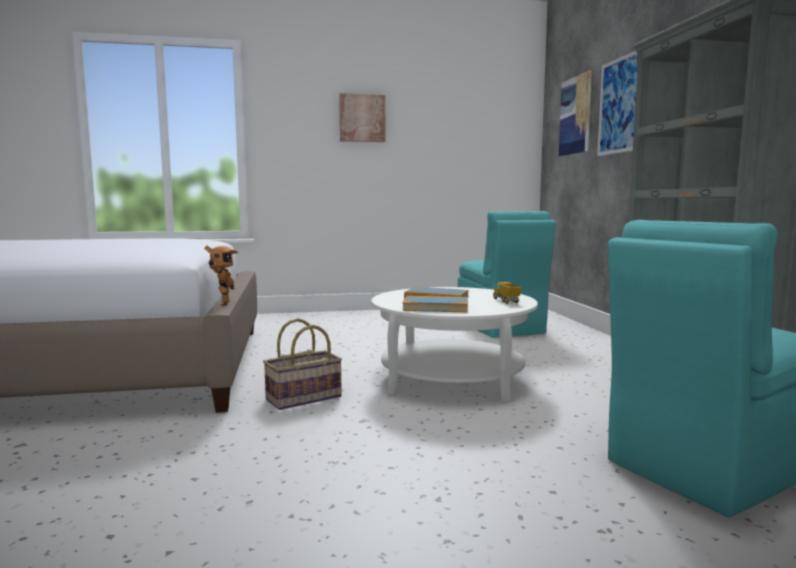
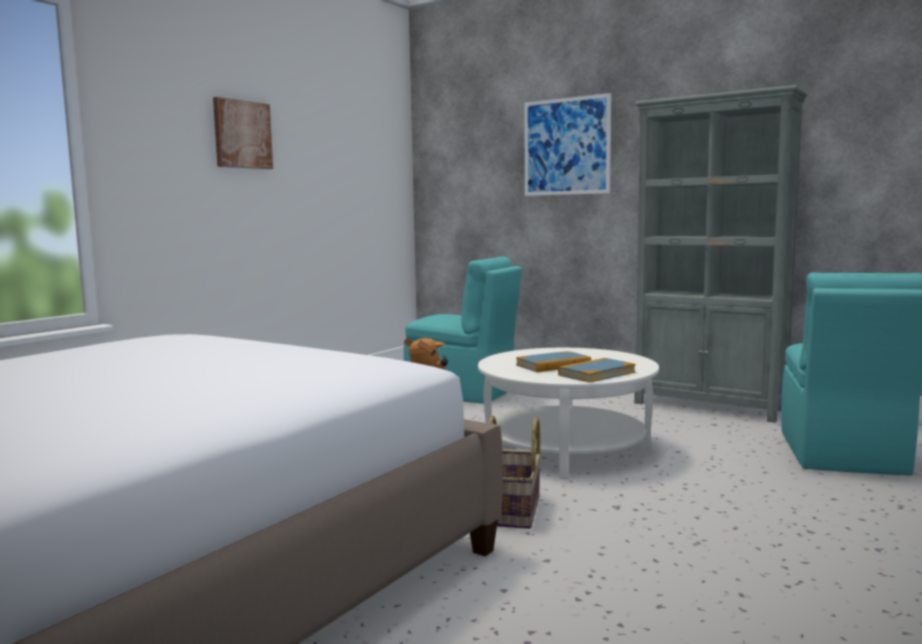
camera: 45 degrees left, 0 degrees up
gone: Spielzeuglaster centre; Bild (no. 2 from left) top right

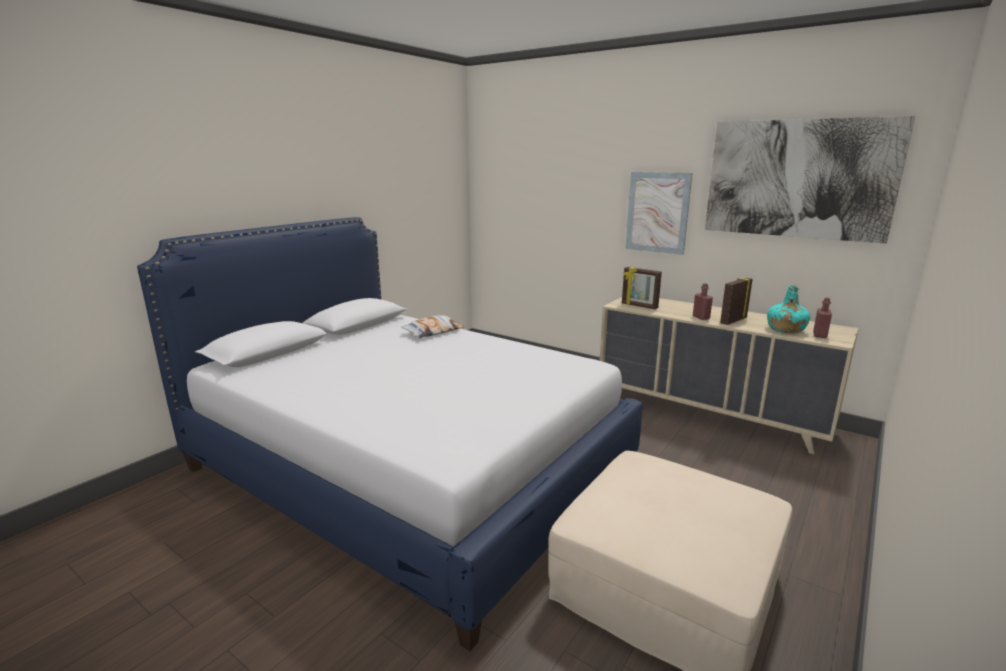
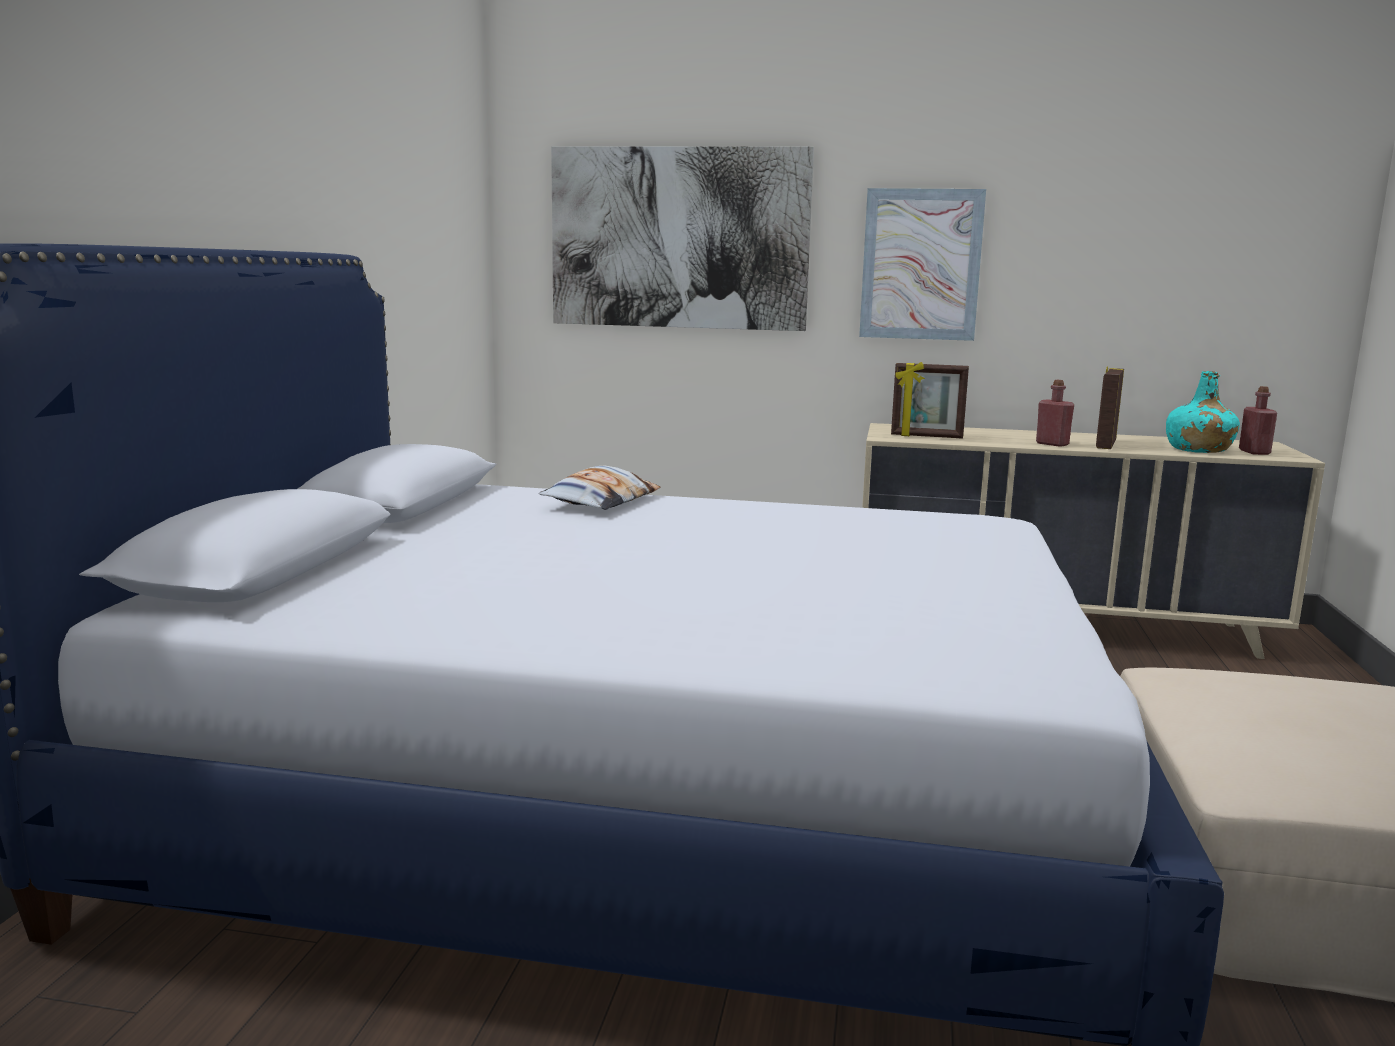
camera: 25 degrees left, 5 degrees down
shifted: Bild (no. 2 from left in the first image) top right to Bild (no. 1 from left) top centre

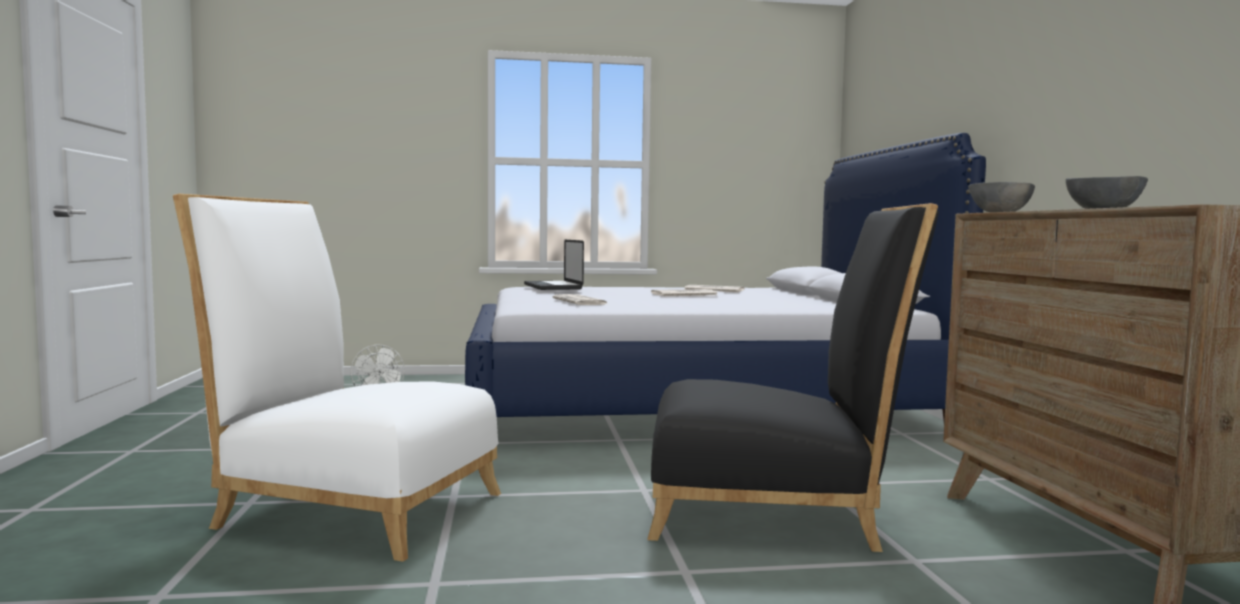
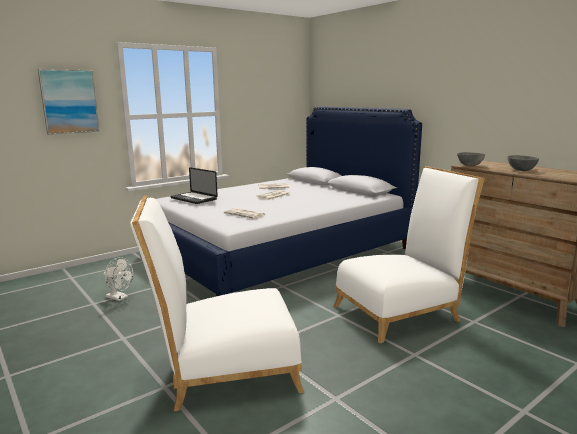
camera: 30 degrees left, 10 degrees up
new: Bild top left
repainted: Stuhl [schwarz] centre to Stuhl [weiß] (no. 2 from left) middle right

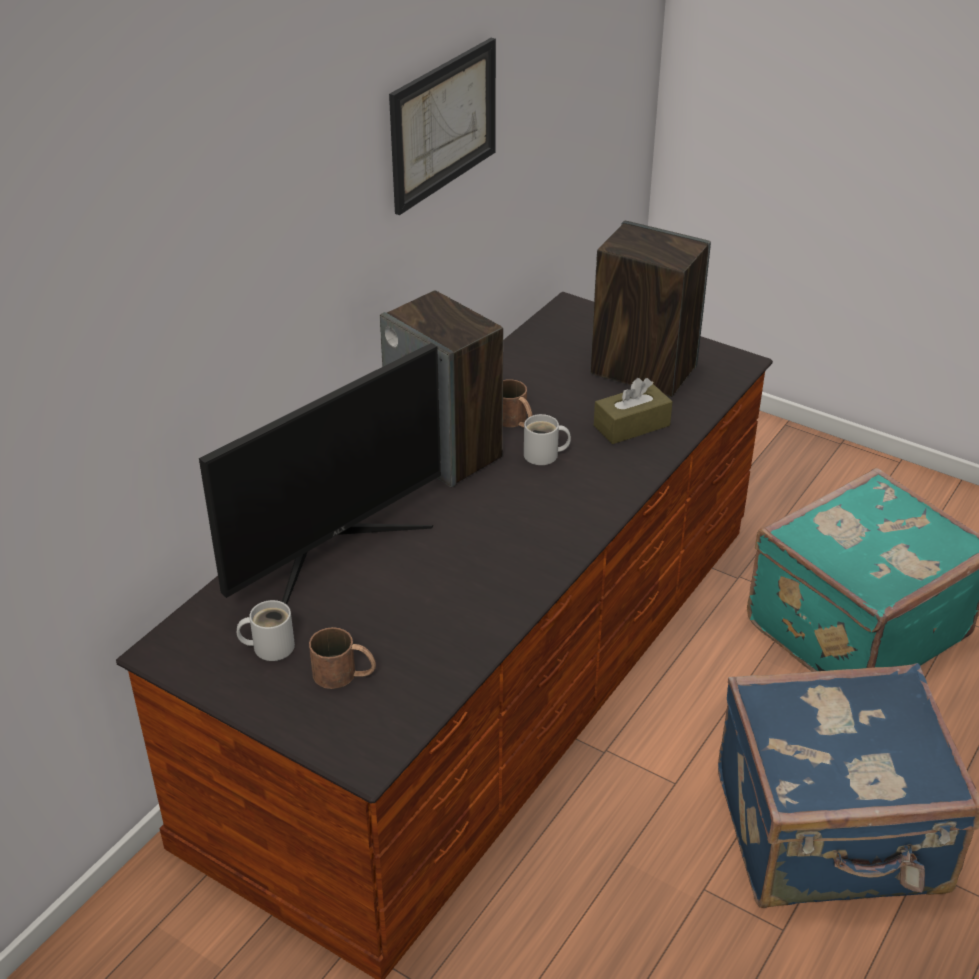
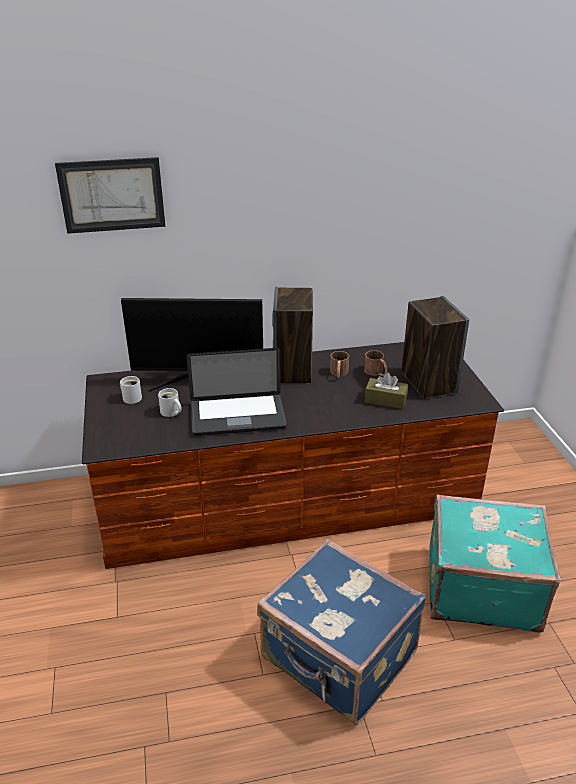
camera: 45 degrees right, 5 degrees down
new: Laptop centre
shifted: Henkelbecher [braun] (no. 1 from left in the first image) bottom centre to Henkelbecher [braun] (no. 2 from left) centre; Bild top centre to top left; Henkelbecher [weiß] (no. 2 from left) centre to middle left

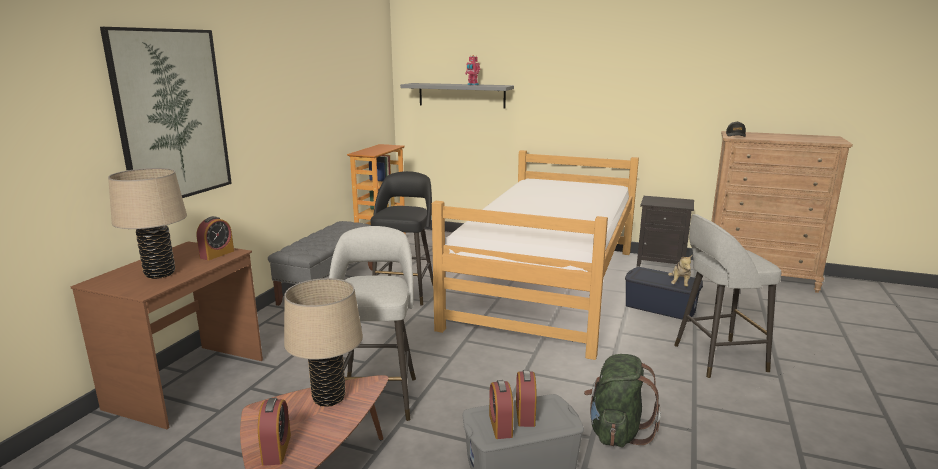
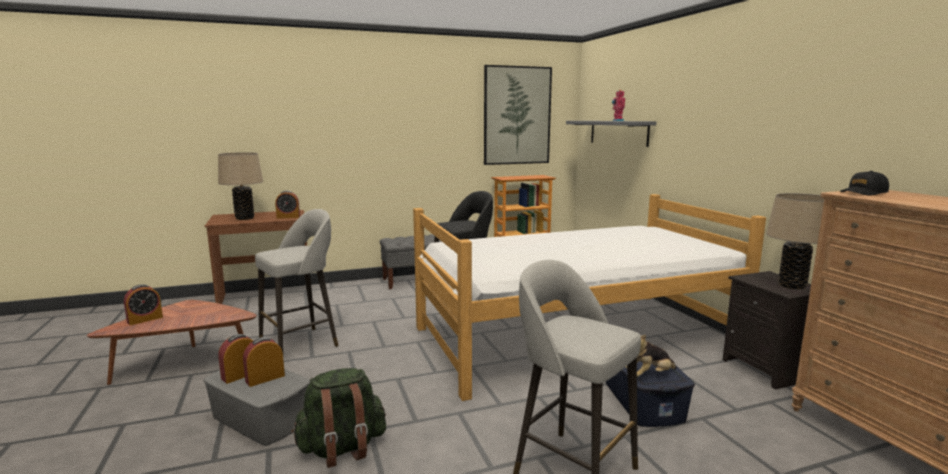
camera: 50 degrees right, 5 degrees down
shifted: Bild top left to top centre; Tischlampe [beige] (no. 2 from left) bottom centre to middle right

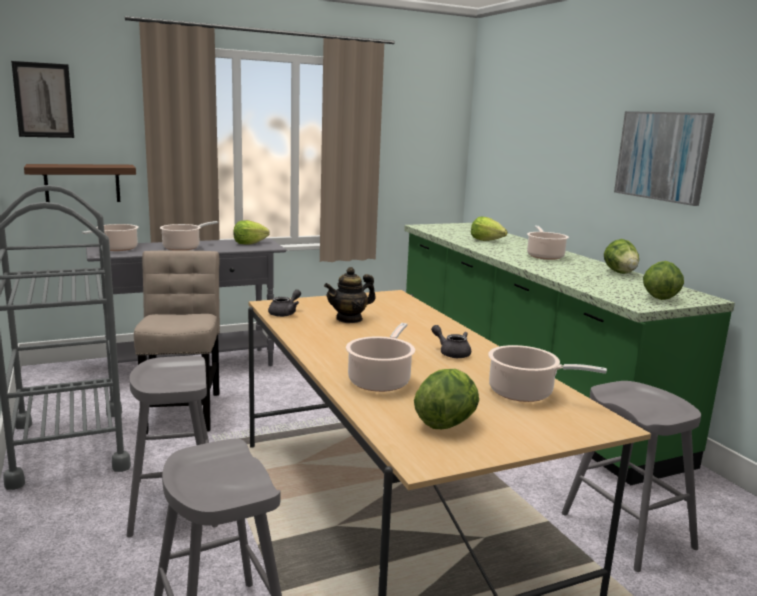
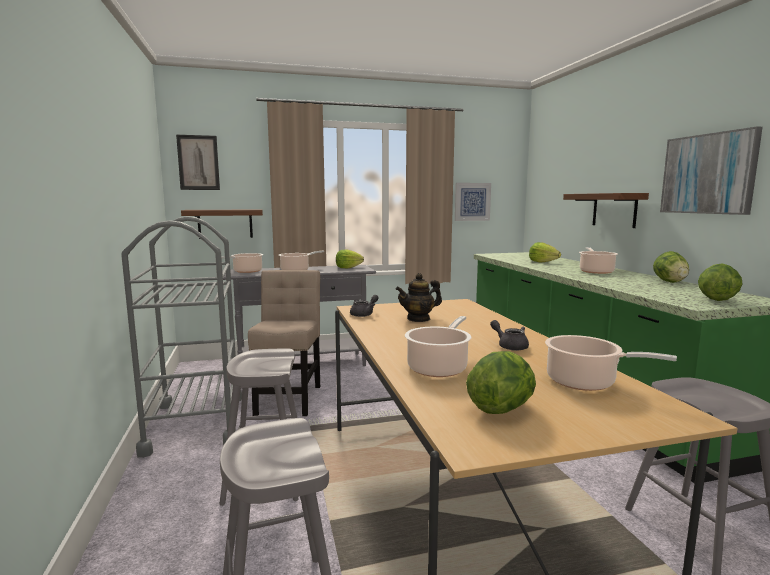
camera: 10 degrees right, 5 degrees down
new: Bild (no. 2 from left) centre; Wandregal (no. 2 from left) middle right

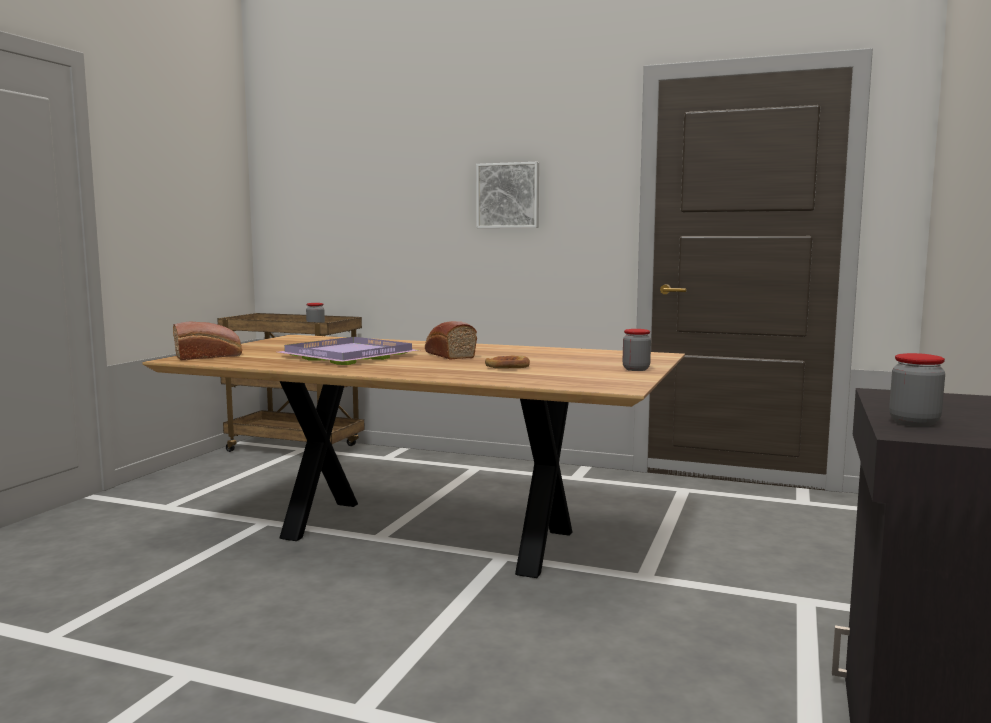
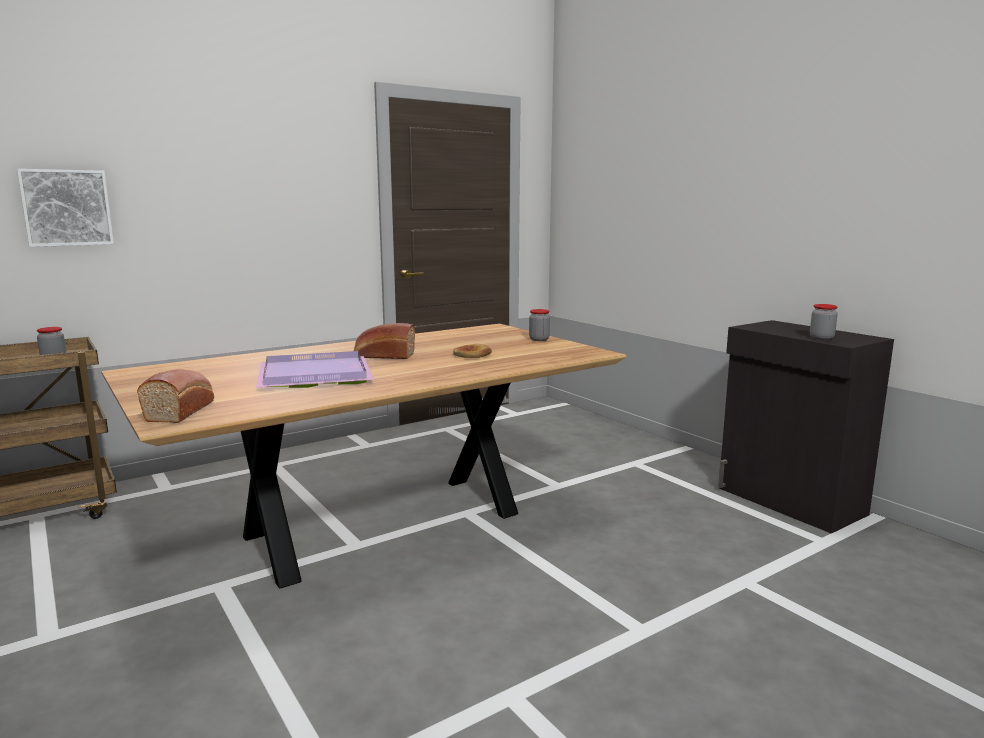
camera: 55 degrees left, 5 degrees up
shifted: Bild top centre to top left

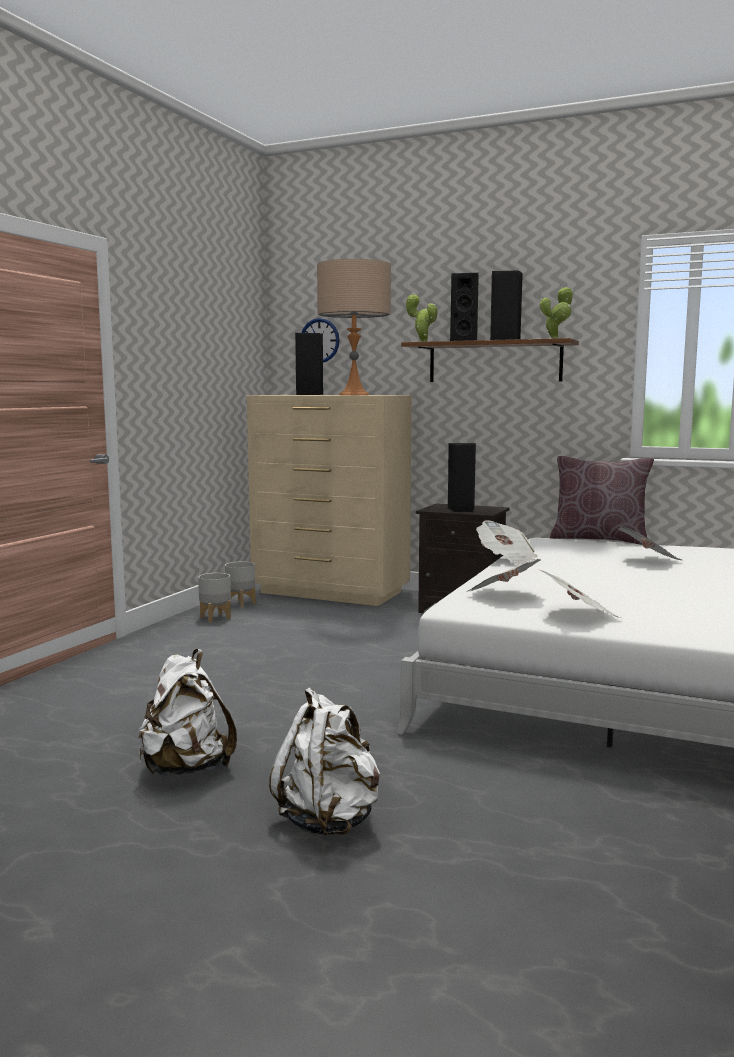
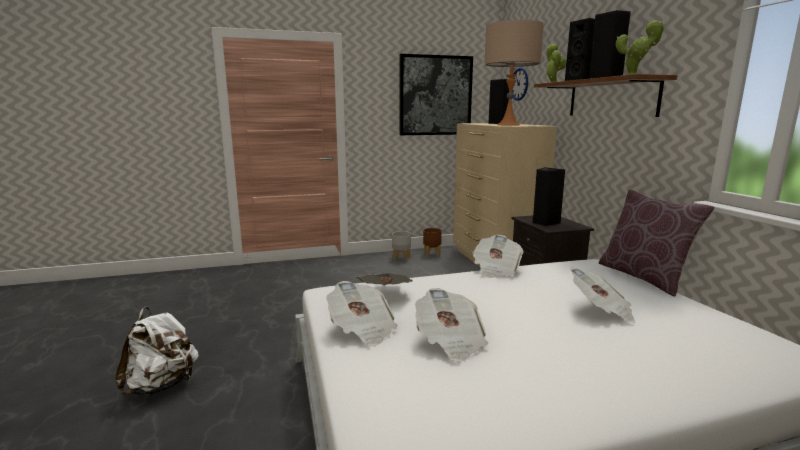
camera: 50 degrees right, 5 degrees up
gone: Rucksack [weiß] (no. 1 from left) bottom left
new: Bild top centre; Zeitung (no. 3 from left) bottom centre
repainted: Pflanzkübel [grau] (no. 2 from left) middle left to Pflanzkübel [braun] centre

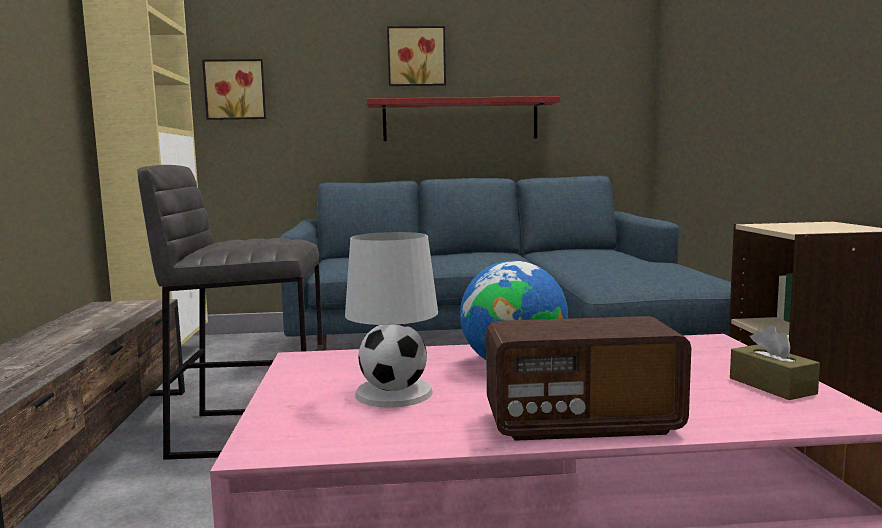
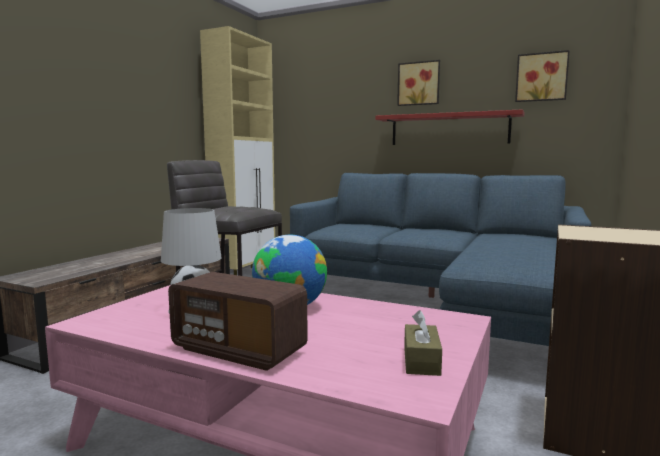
camera: 30 degrees right, 0 degrees up
shifted: Bild (no. 1 from left in the first image) top left to Bild (no. 2 from left) top right

